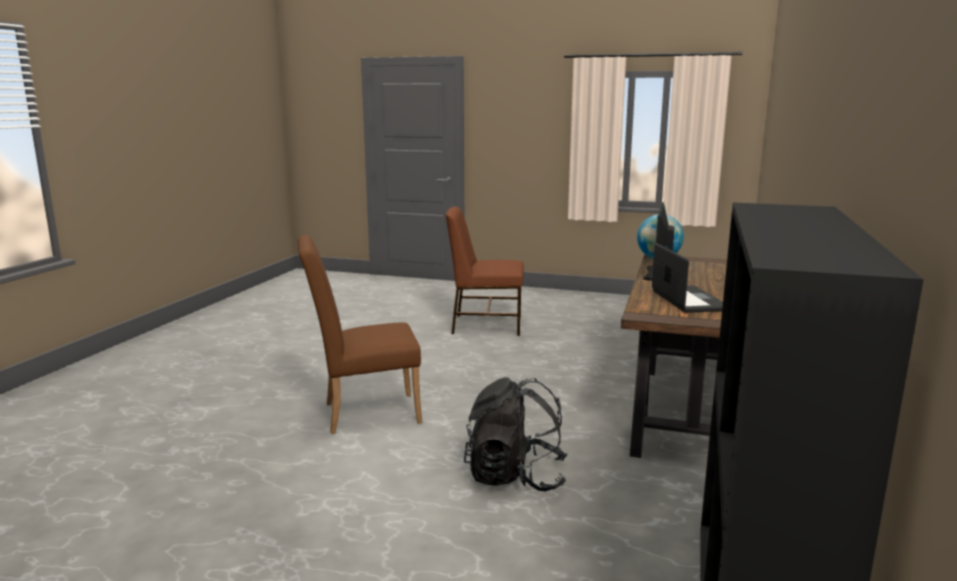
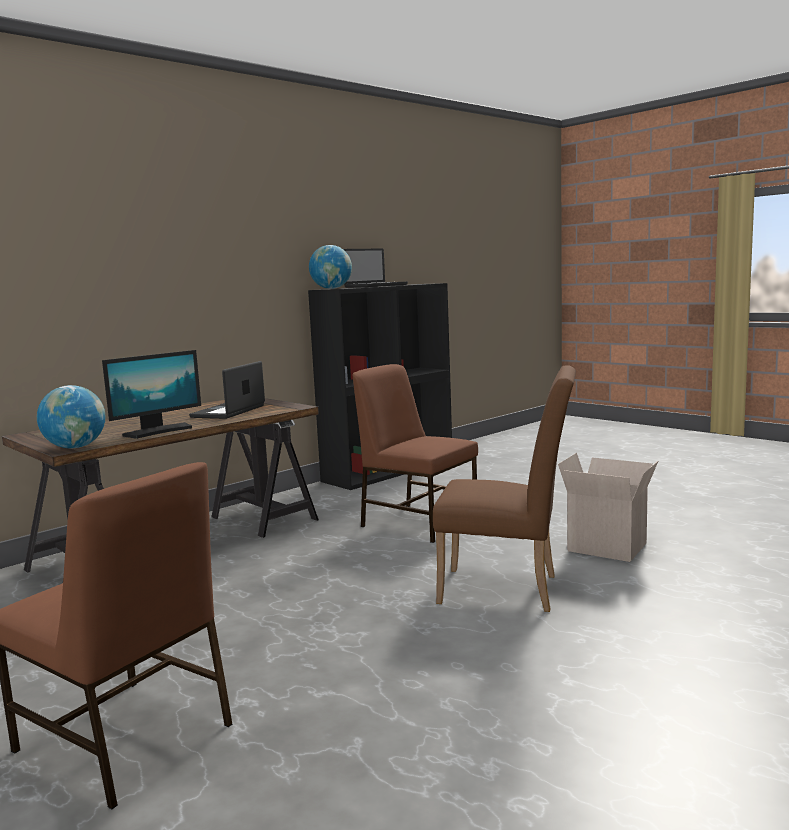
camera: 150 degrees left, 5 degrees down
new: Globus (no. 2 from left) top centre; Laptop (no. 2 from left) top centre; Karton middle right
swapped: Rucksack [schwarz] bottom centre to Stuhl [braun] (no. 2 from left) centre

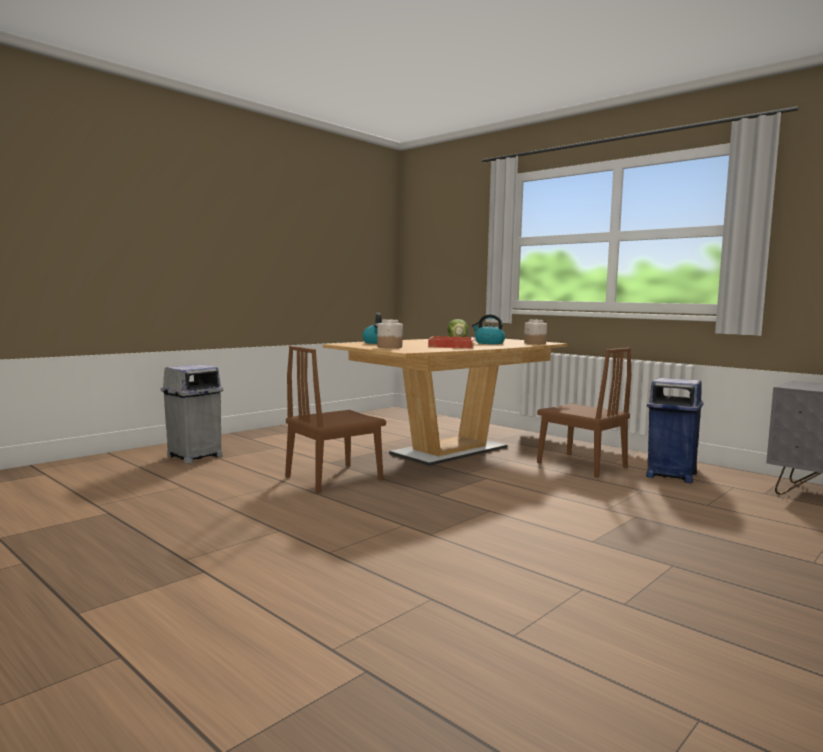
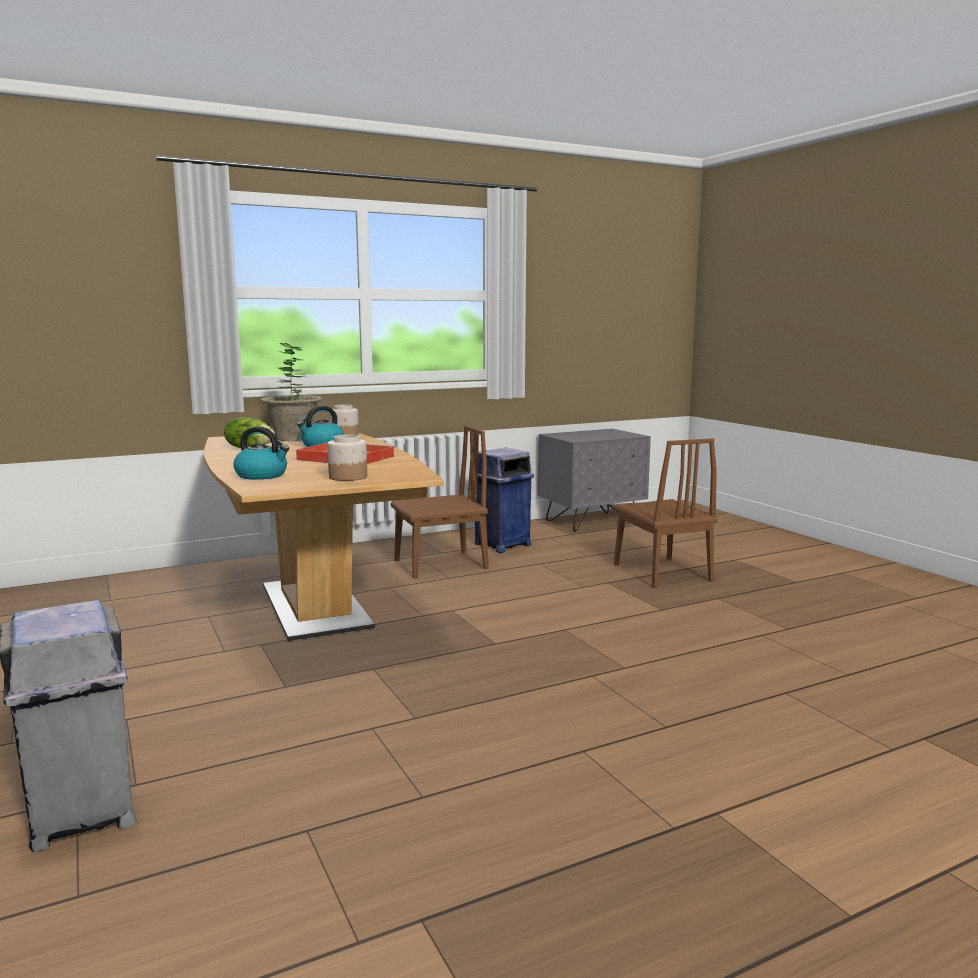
camera: 70 degrees left, 5 degrees up
new: Topfpflanze middle left
shifted: Stuhl [braun] (no. 1 from left in the first image) centre to Stuhl [braun] (no. 2 from left) middle right

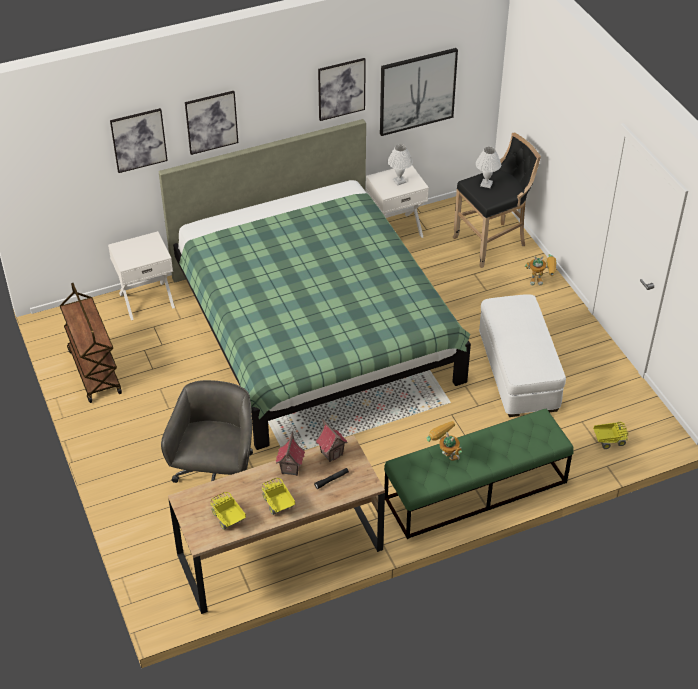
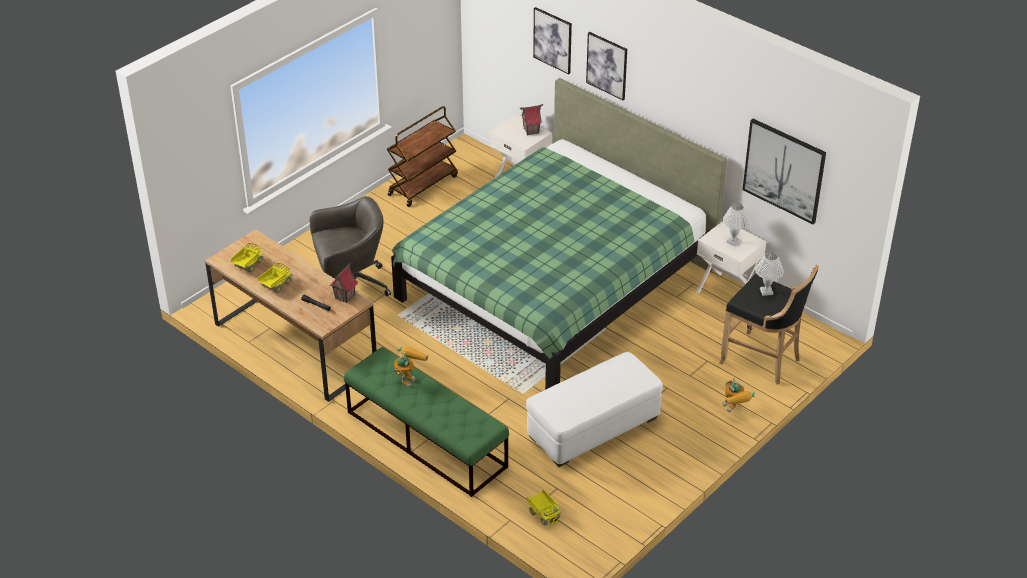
camera: 65 degrees right, 5 degrees down
gone: Bild (no. 3 from left) top centre
shifted: Spielzeughaus (no. 1 from left in the first image) centre to Spielzeughaus (no. 2 from left) top centre

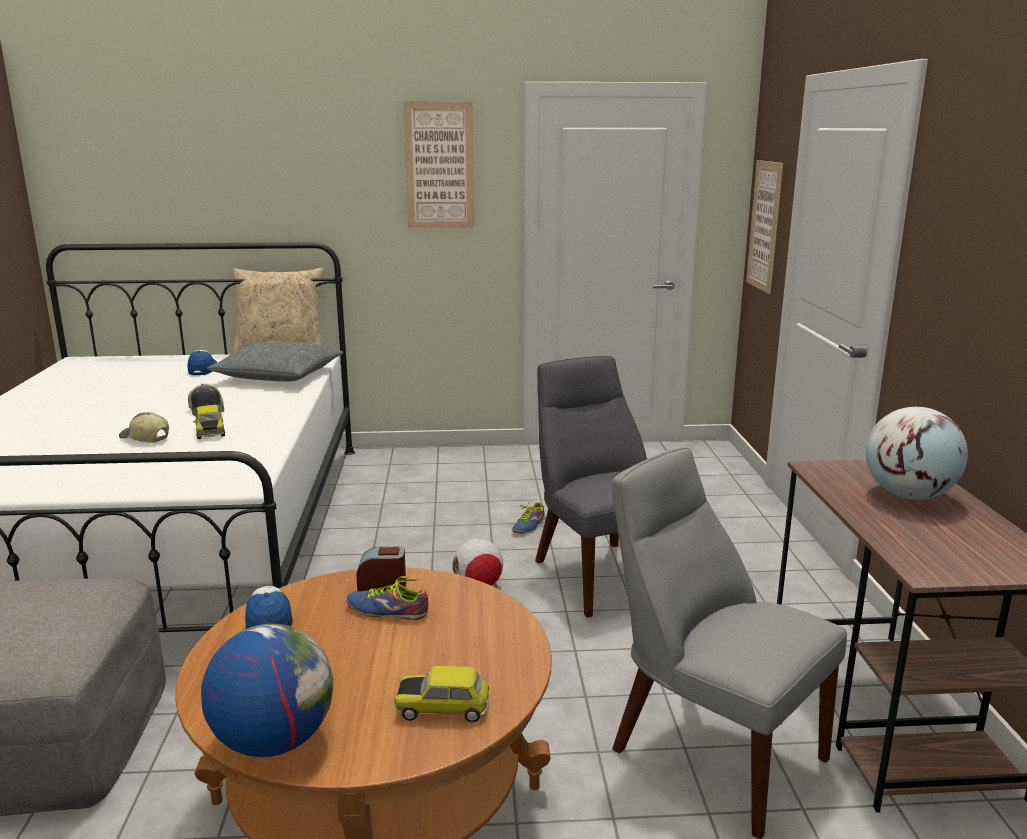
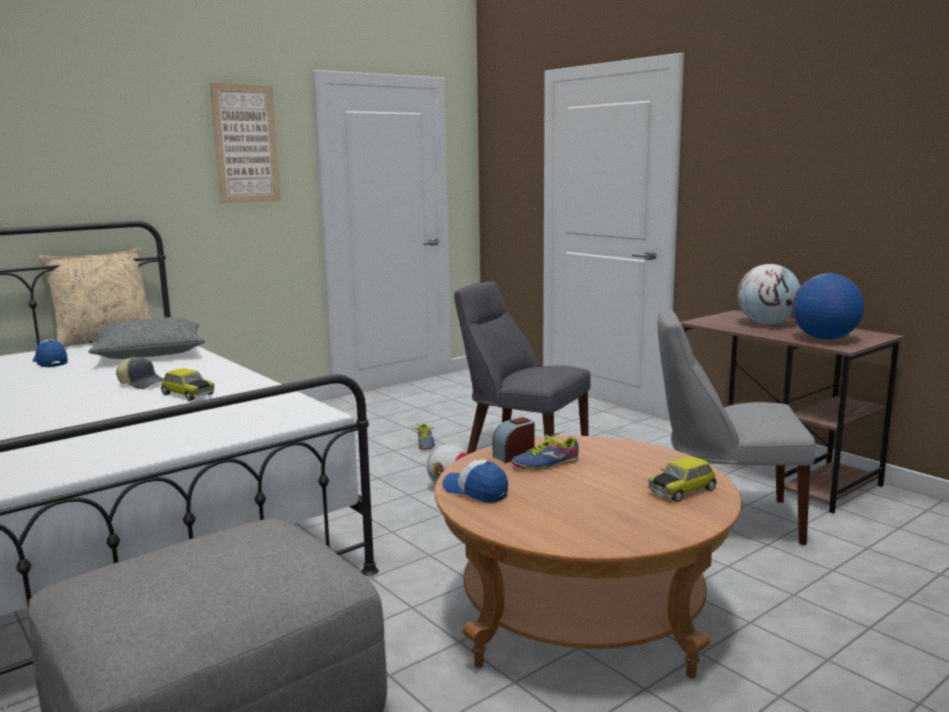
camera: 35 degrees left, 5 degrees down
gone: Kappe (no. 1 from left) middle left; Bild (no. 2 from left) top right
shifted: Globus (no. 1 from left in the first image) bottom left to Globus (no. 2 from left) middle right

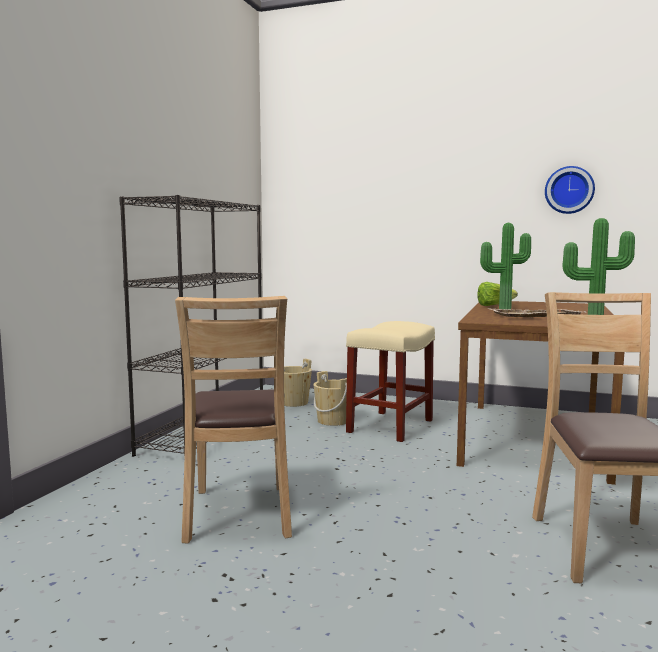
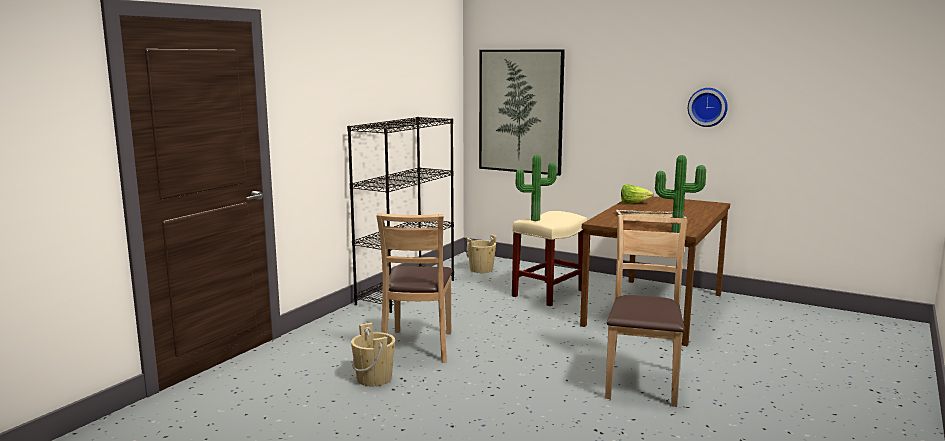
camera: 10 degrees right, 5 degrees up
new: Bild top centre
shifted: Eimer [beige] (no. 2 from left in the first image) centre to Eimer [beige] (no. 1 from left) bottom centre; Topfpflanze (no. 1 from left) middle right to centre

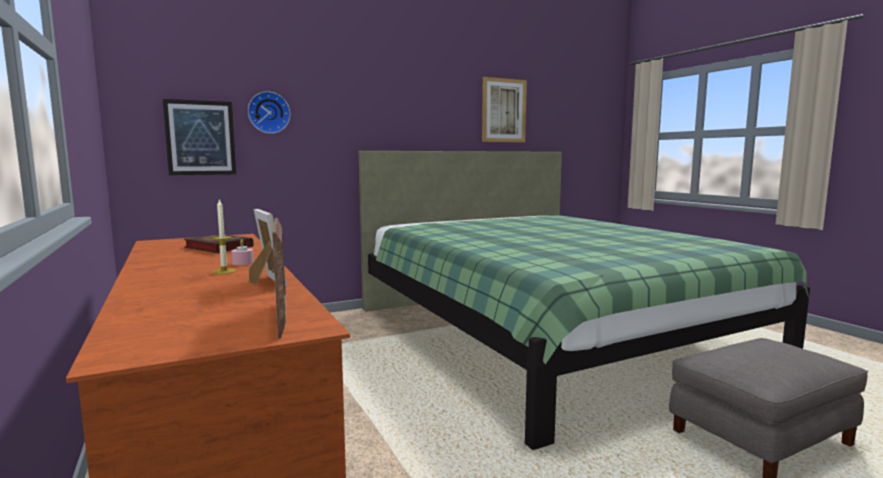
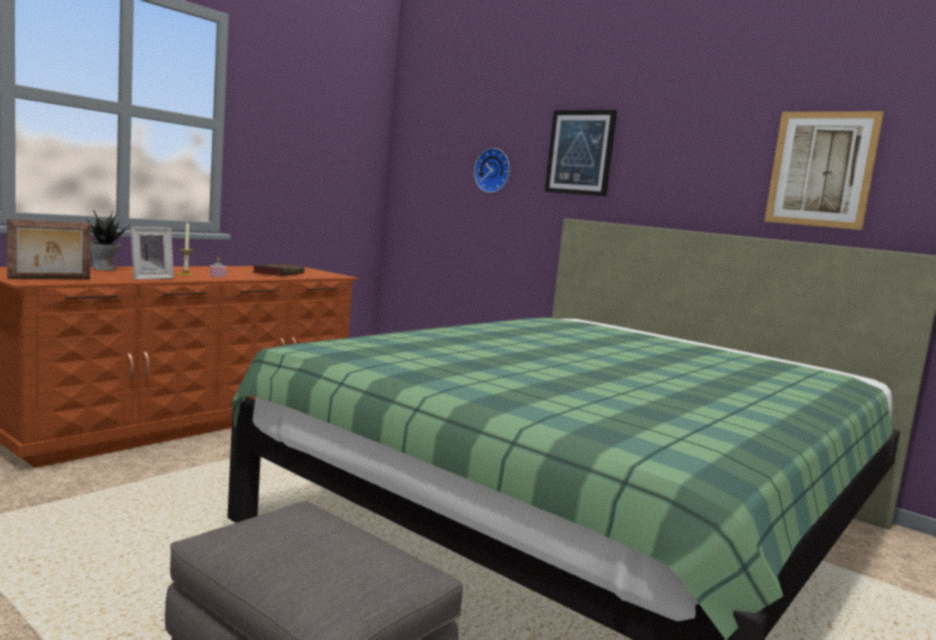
camera: 65 degrees right, 0 degrees up
new: Topfpflanze middle left
shifted: Bild (no. 1 from left) top left to top centre

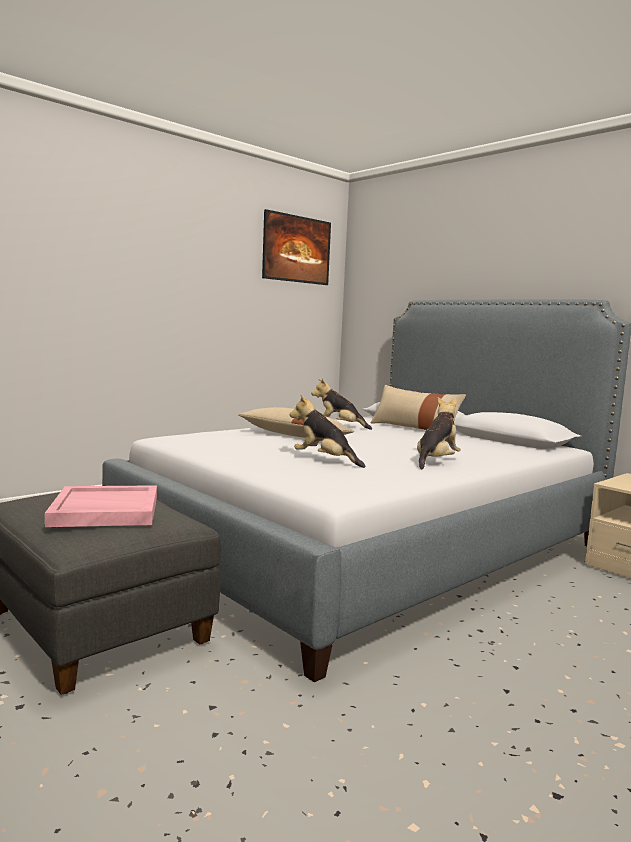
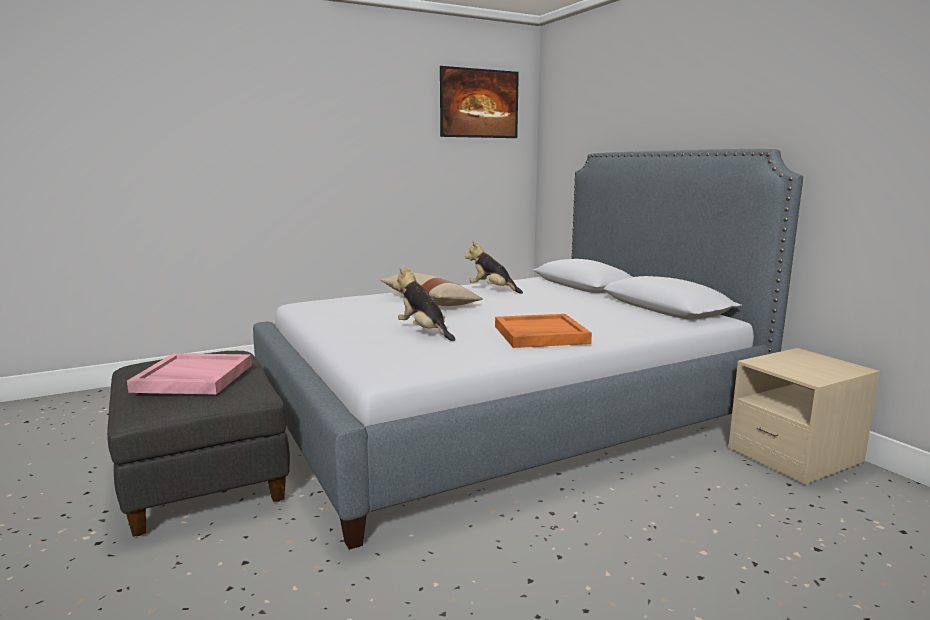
camera: 15 degrees right, 5 degrees up
gone: Kissen [beige] (no. 2 from left) centre
swapped: Plüschtier (no. 3 from left) middle right to Tablett [orange] centre

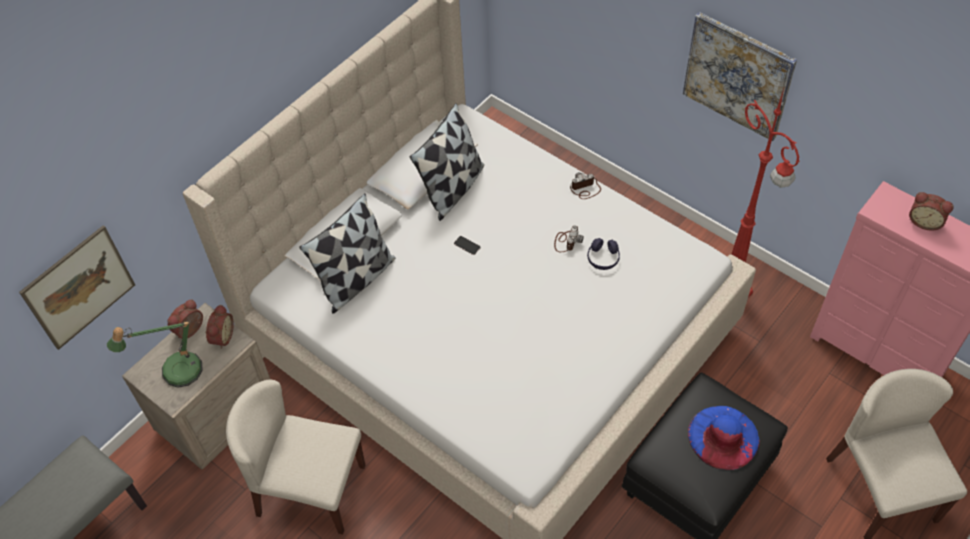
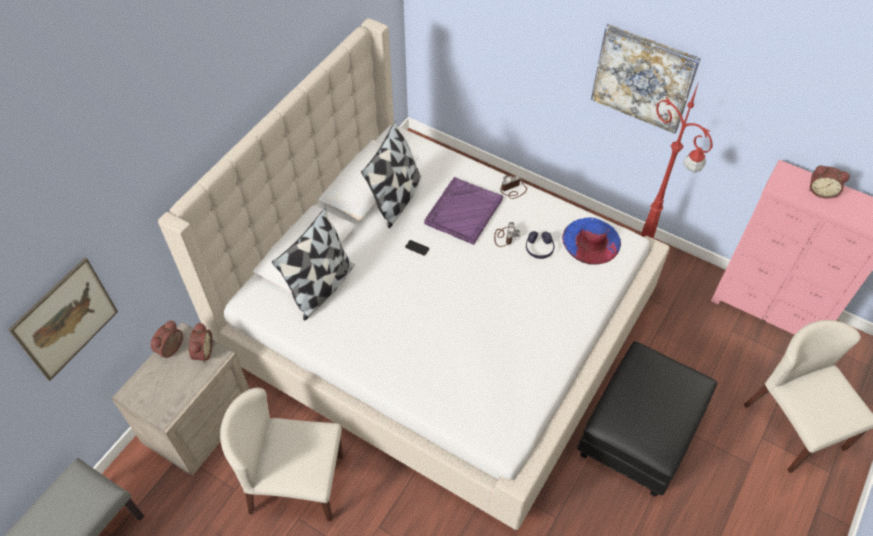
camera: 10 degrees left, 0 degrees up
gone: Tischlampe middle left
new: Tablett [lila] centre
shifted: Hut [blau] bottom right to middle right

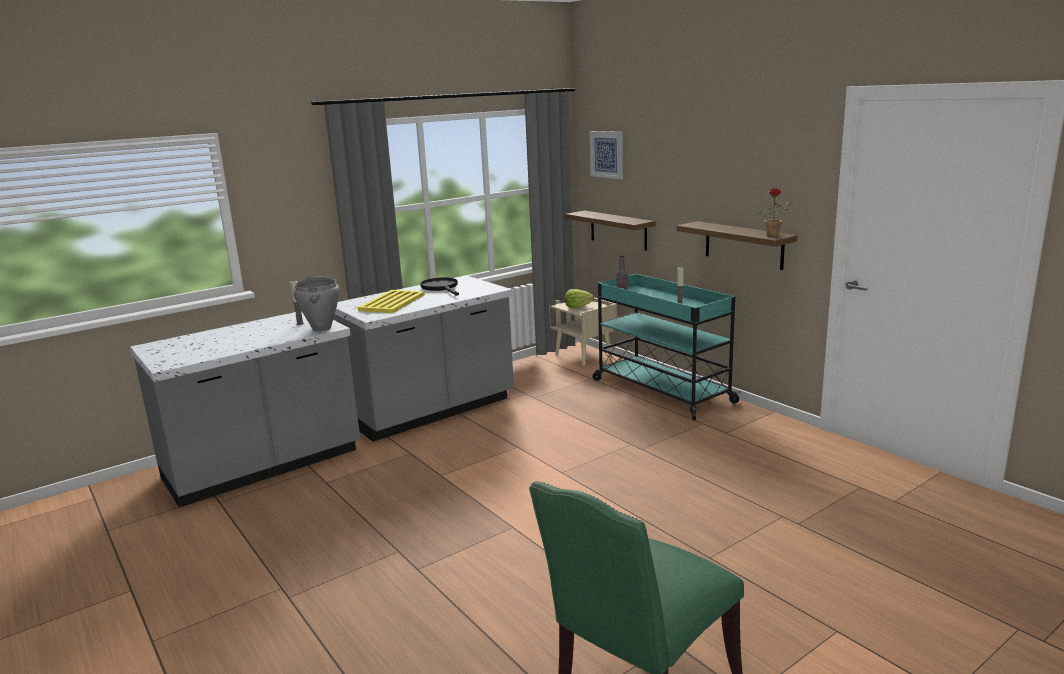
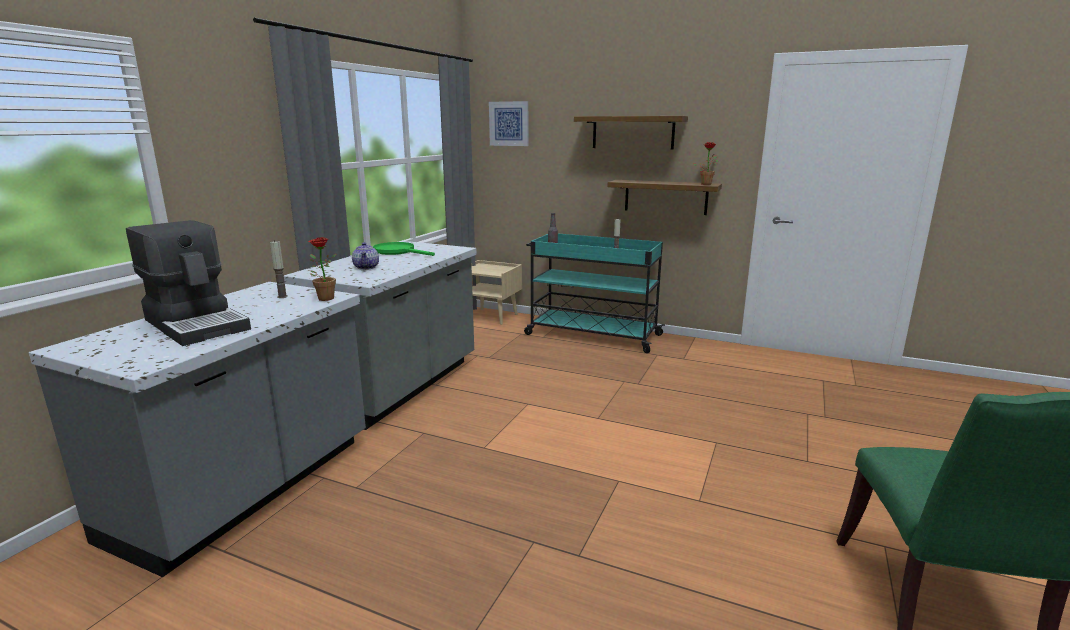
camera: 30 degrees left, 0 degrees up
gone: Salatkopf centre
new: Kaffeemaschine middle left
shifted: Wandregal (no. 1 from left) centre to top centre
swapped: Kochtopf [grau] middle left to Topfpflanze (no. 1 from left) middle left; Tablett [gelb] centre to Teekanne centre
repainted: Pfanne [schwarz] centre to Pfanne [grün] centre

